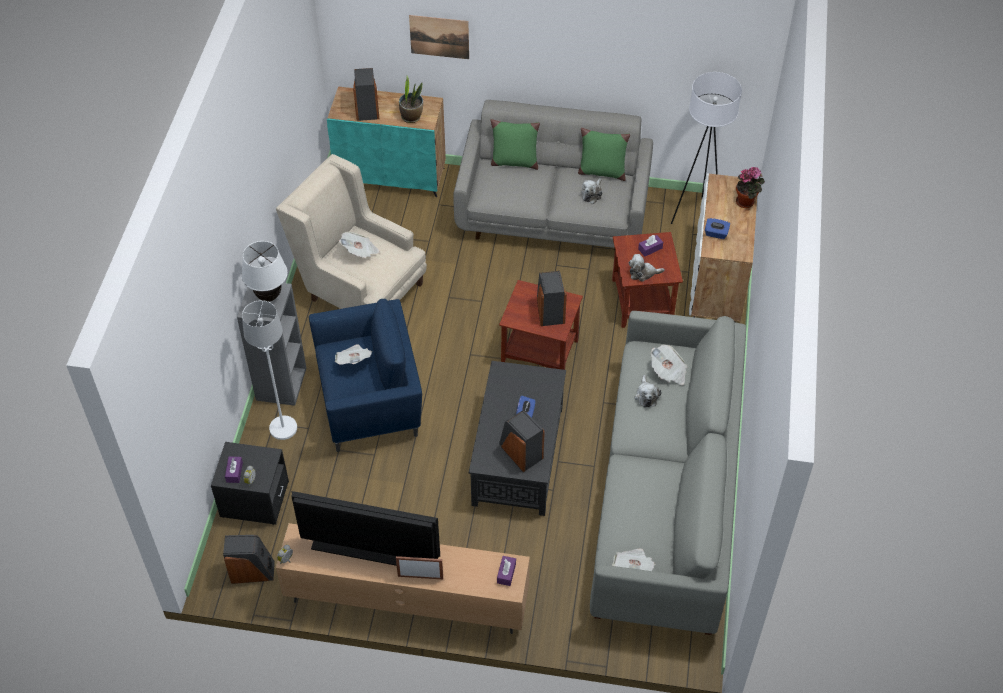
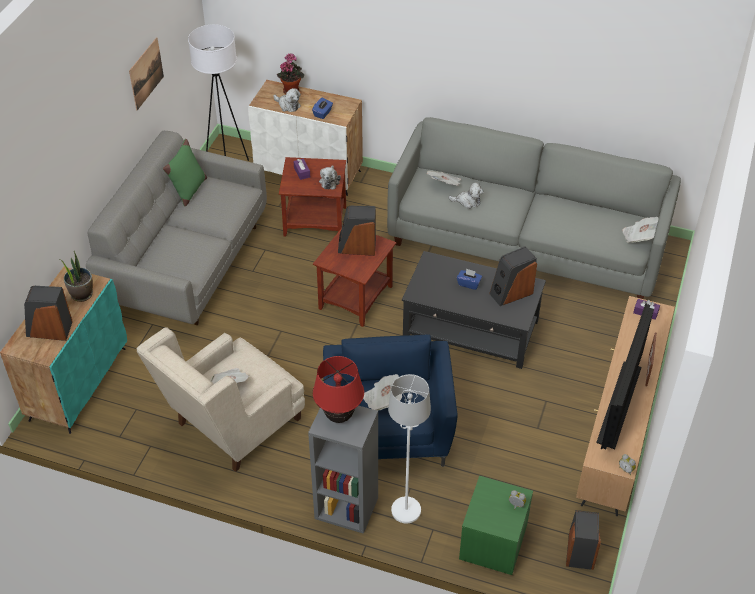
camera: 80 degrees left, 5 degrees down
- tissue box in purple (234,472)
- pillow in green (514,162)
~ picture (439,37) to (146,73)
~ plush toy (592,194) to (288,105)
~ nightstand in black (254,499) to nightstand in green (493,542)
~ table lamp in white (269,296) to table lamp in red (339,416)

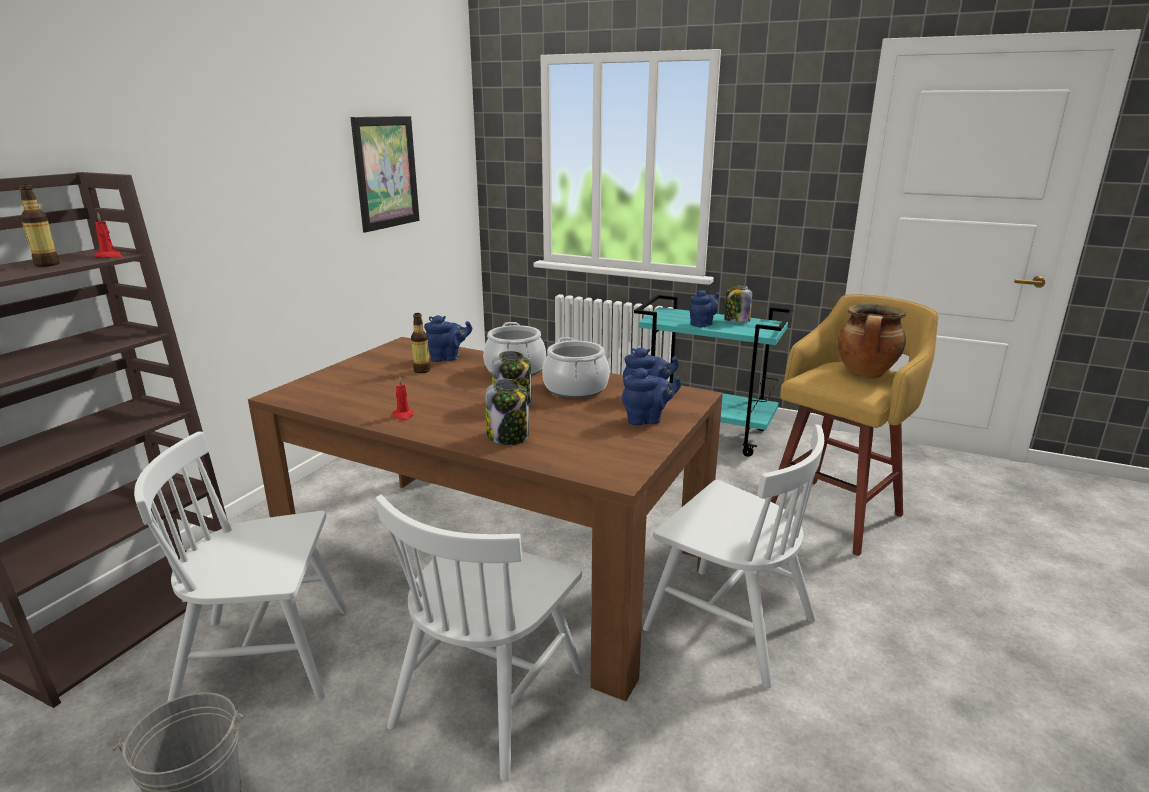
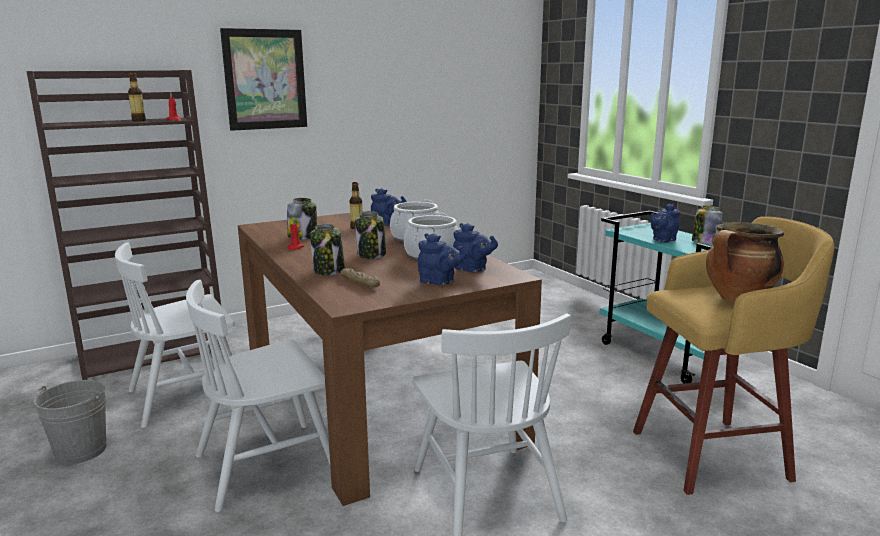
camera: 35 degrees right, 5 degrees down
+ jar (303,236)
+ bread (359,283)
~ picture (386,172) to (265,79)
~ chair in white (266,657) = (188,395) 60 degrees counterclockwise
~ teapot in blue (702,324) = (662,240) 150 degrees clockwise

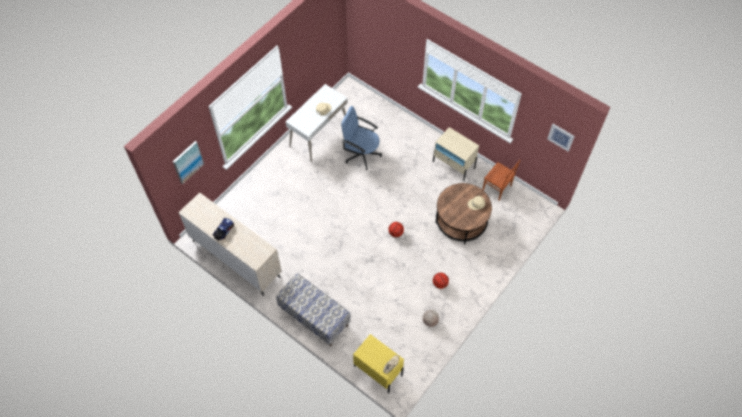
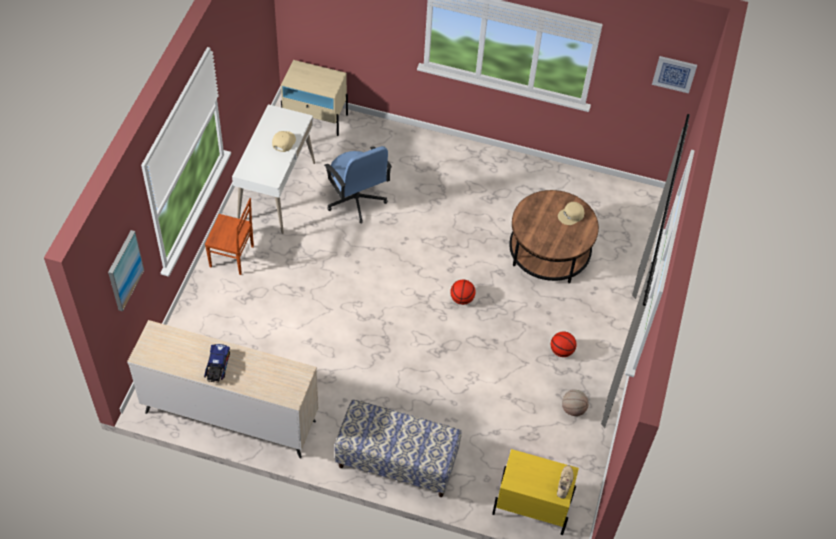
camera: 25 degrees left, 5 degrees down
~ nightstand in beige (454,165) to (315,118)
~ chair in brown (497,188) to (232,257)
~ office chair in blue (361,154) = (356,200) 120 degrees counterclockwise

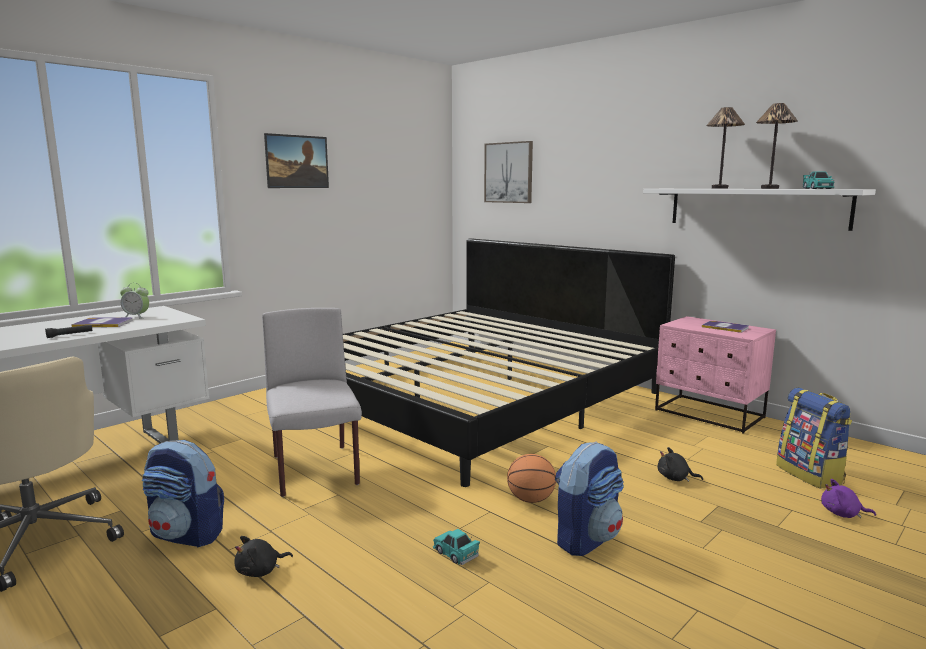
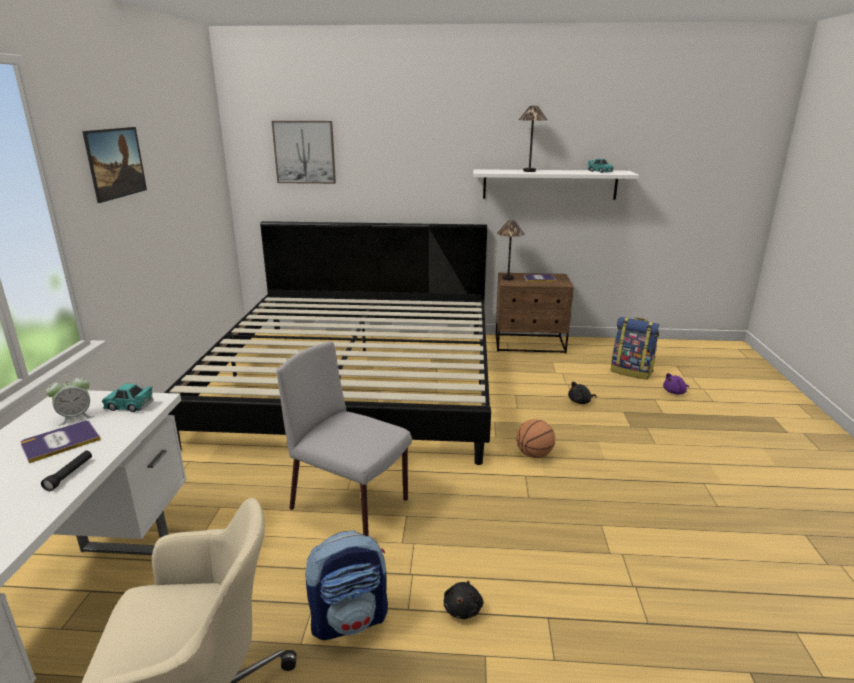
camera: 40 degrees left, 10 degrees up
- backpack (586,538)
~ toy car in turquoise (455,553) to (129,406)
~ table lamp (769,188) to (507,278)
~ nightstand in pink (709,414) to nightstand in brown (530,344)

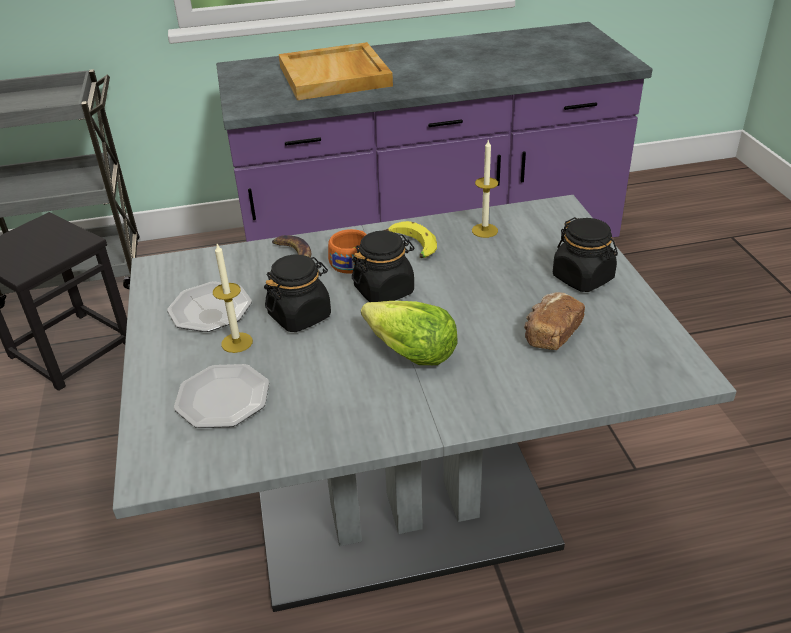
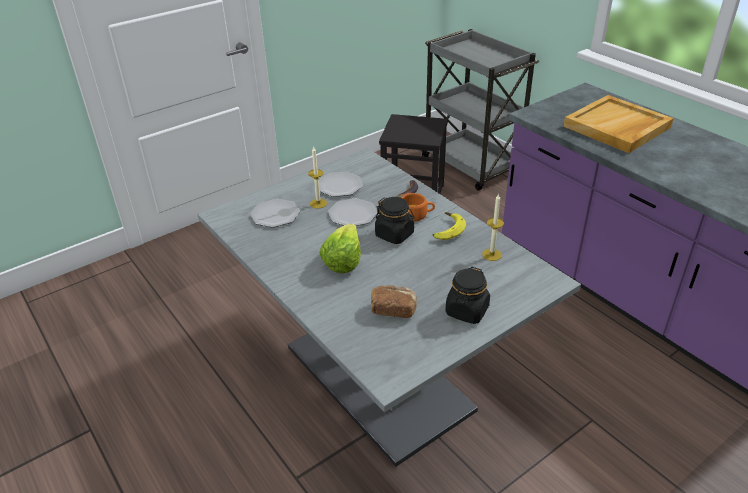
camera: 65 degrees right, 0 degrees up
~ jar in black (300,316) to plate (352,214)

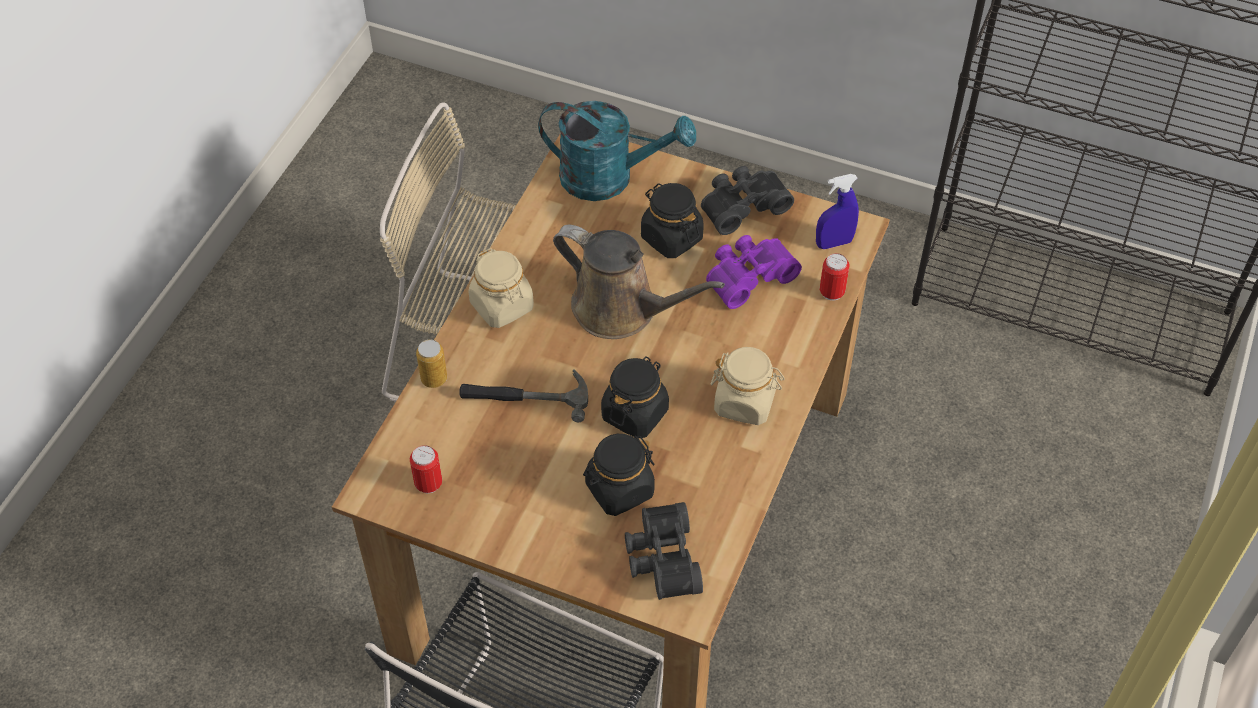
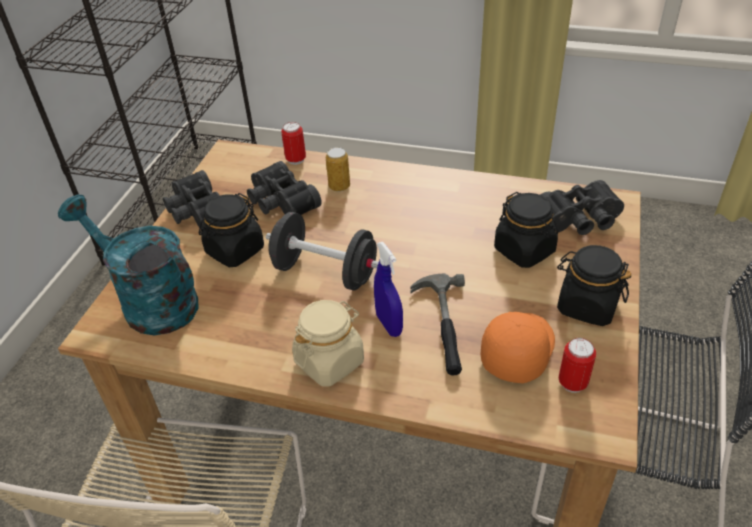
camera: 95 degrees left, 10 degrees down
- jar in beige (745,402)
+ cap in orange (517,350)
~ can (434,379) to (339,186)
~ jar in black (635,413) to (587,306)
~ spray bottle in blue (834,243) to (389,325)
~ watering can in brown (622,310) to dumbbell in black (325,272)
~ binoculars in purple (747,276) to binoculars in black (280,202)
~ watering can in turquoise (609,178) = (150,302) 60 degrees counterclockwise

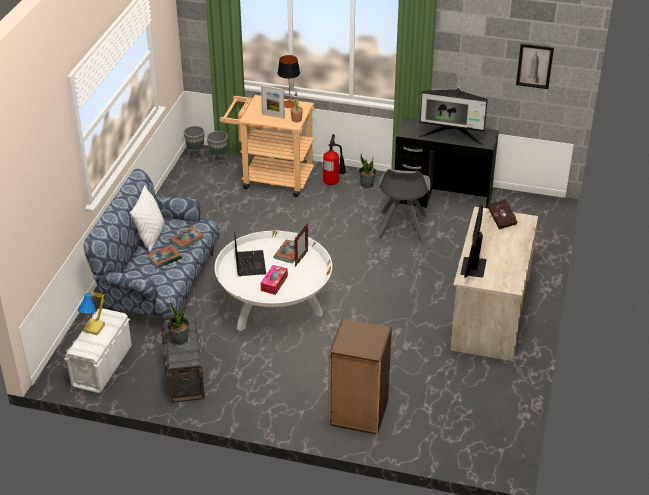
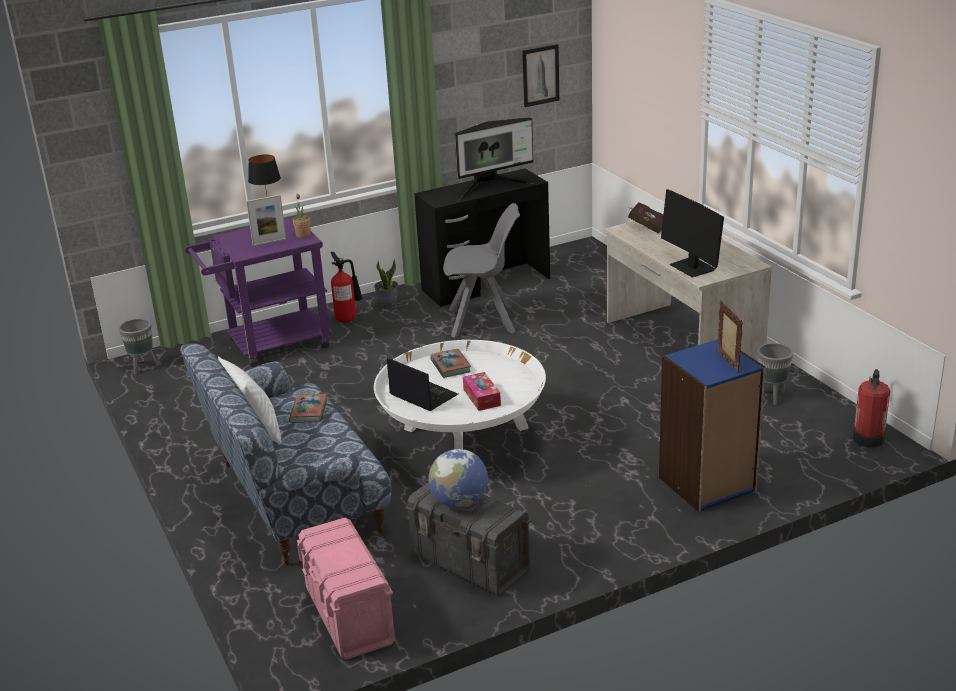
camera: 40 degrees left, 10 degrees down
- table lamp (95,328)
- book (164,258)
+ fire extinguisher (868,438)
~ planter in grey (219,163) to (772,396)
~ picture frame (301,259) to (727,363)
~ potted plant (179,339) to globe (459,503)
~ storage box in white (101,366) to storage box in pink (349,616)
~ cart in beige (271,178) to cart in purple (270,345)
~ bookcase in brown (358,413) to bookcase in blue (707,484)
~ chair in grey (402,227) = (484,321) 60 degrees counterclockwise

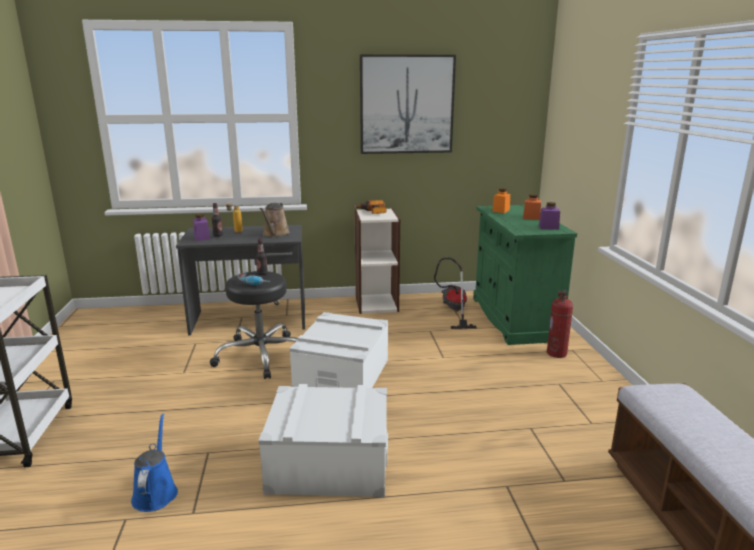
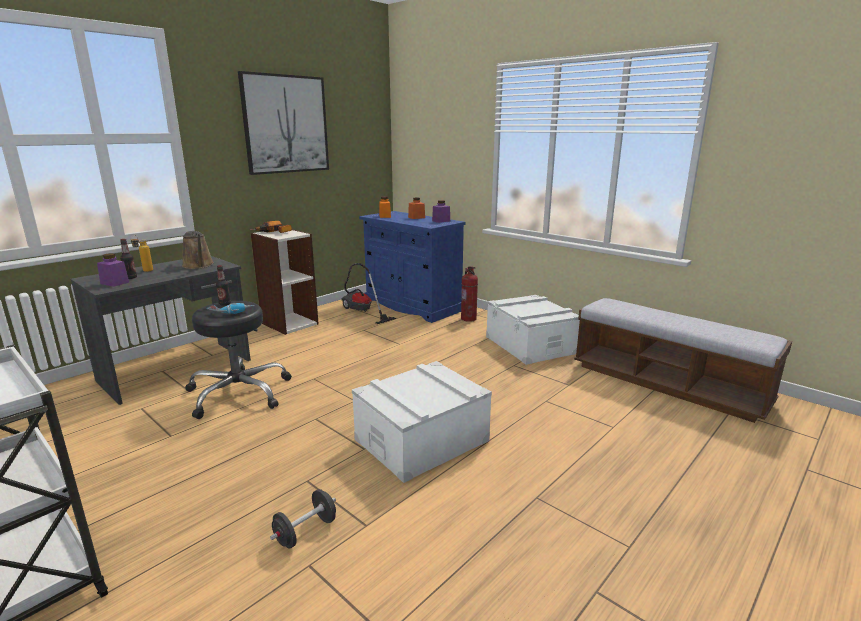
camera: 40 degrees left, 0 degrees up
~ storage box in white (342,375) to (530,345)
~ watering can in blue (156,492) to dumbbell in black (306,531)
~ cabinet in green (513,318) to cabinet in blue (412,305)

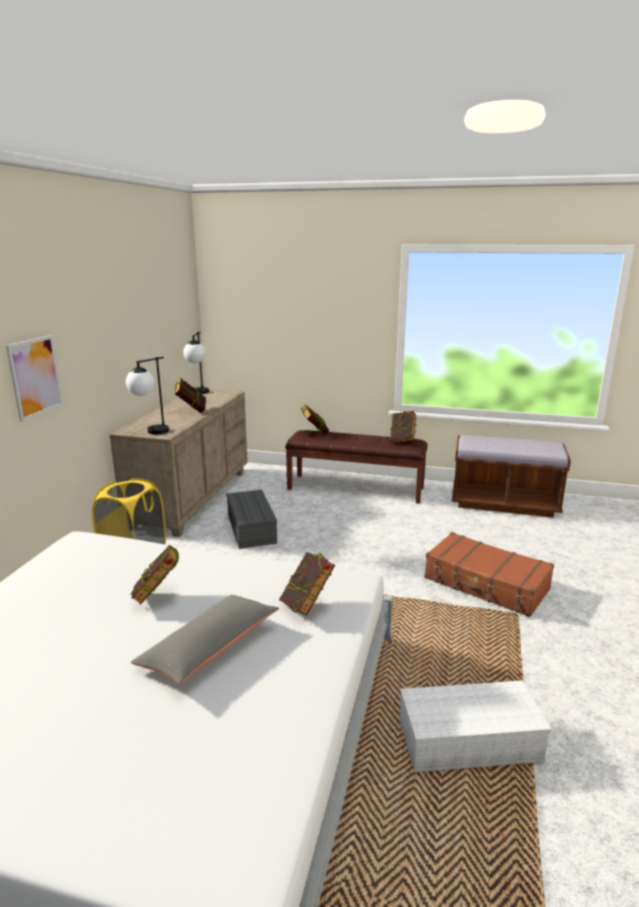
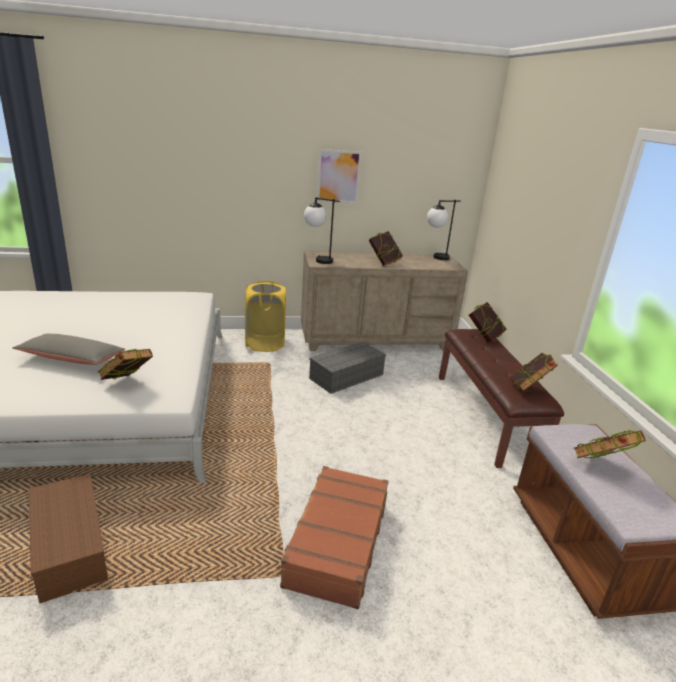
camera: 65 degrees right, 5 degrees up
~ picture (35,377) to (338,176)
~ book (158,597) to (601,466)
~ storage box in white (470,740) to storage box in brown (71,548)

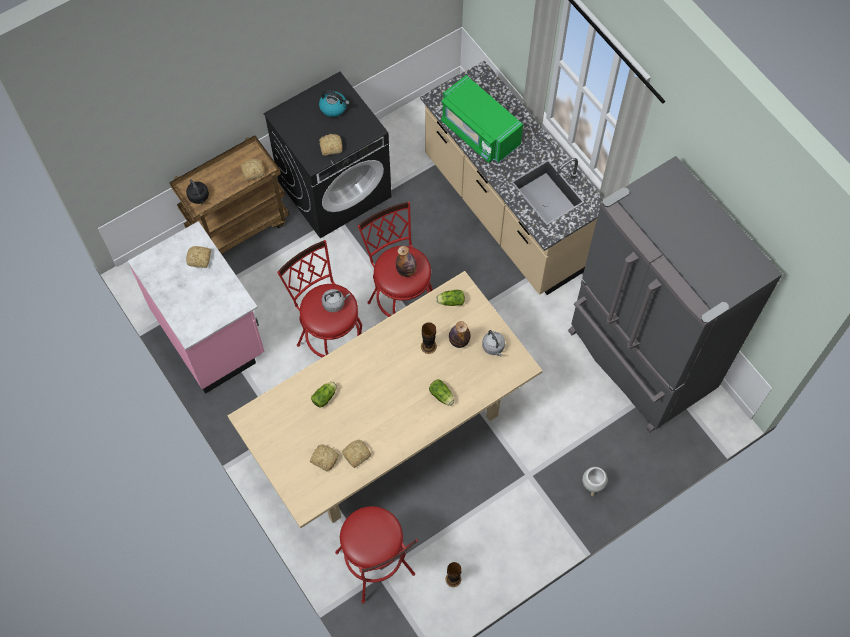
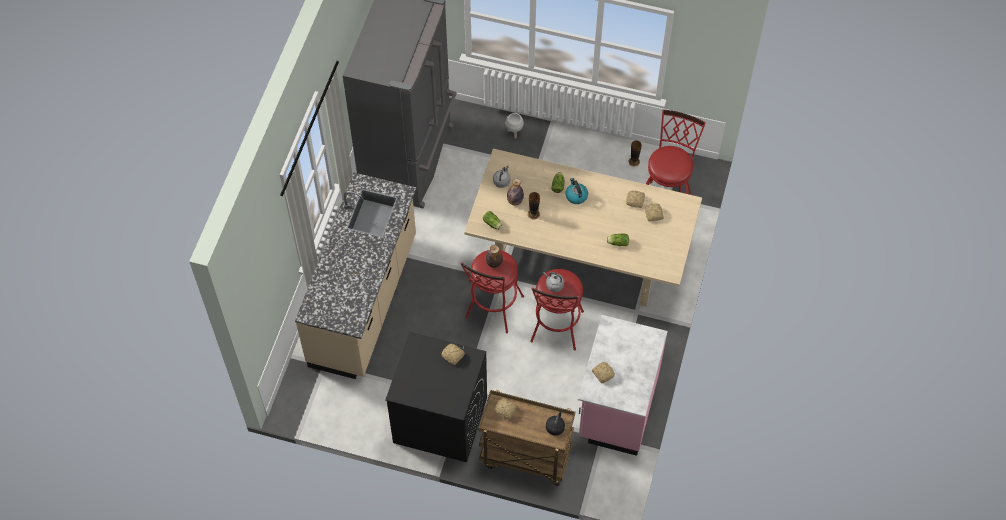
camera: 130 degrees left, 5 degrees down
- microwave in green (479,132)
~ kettle (334,107) to (576,196)

